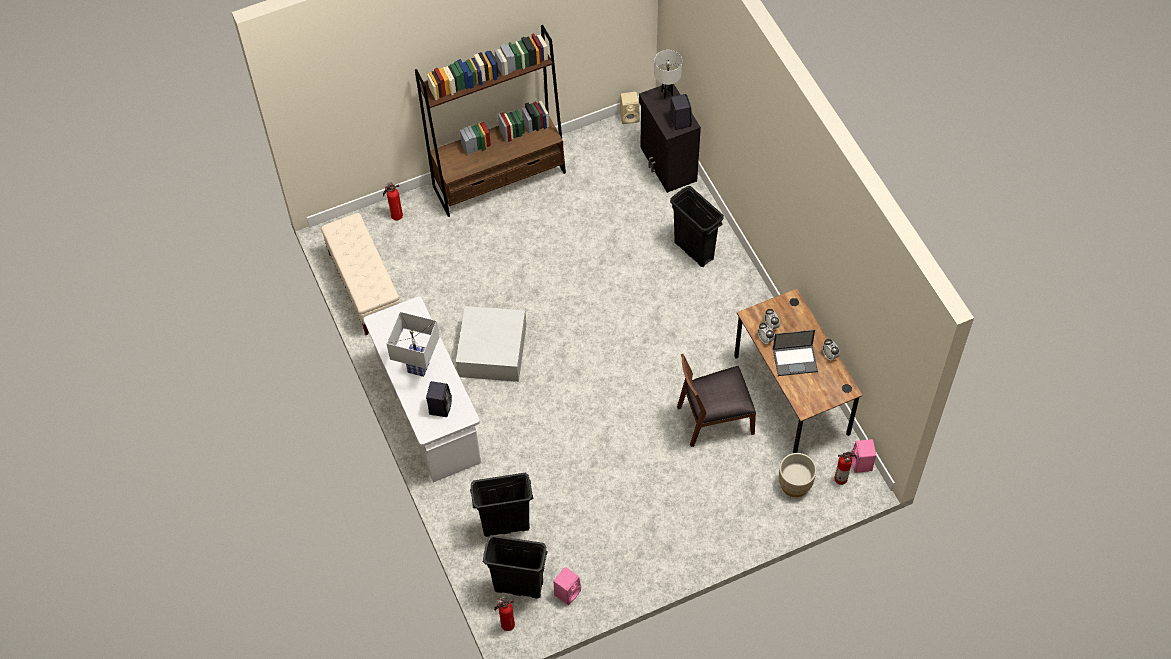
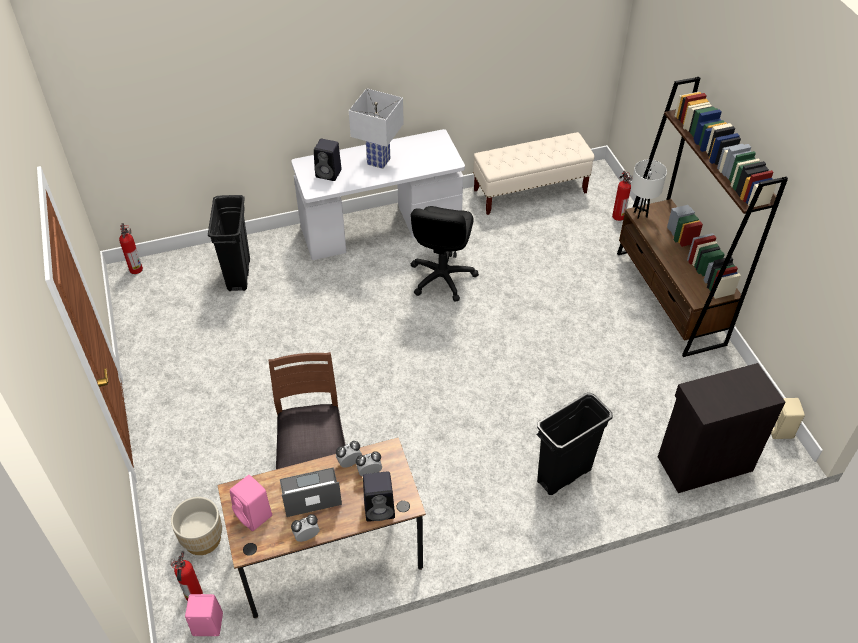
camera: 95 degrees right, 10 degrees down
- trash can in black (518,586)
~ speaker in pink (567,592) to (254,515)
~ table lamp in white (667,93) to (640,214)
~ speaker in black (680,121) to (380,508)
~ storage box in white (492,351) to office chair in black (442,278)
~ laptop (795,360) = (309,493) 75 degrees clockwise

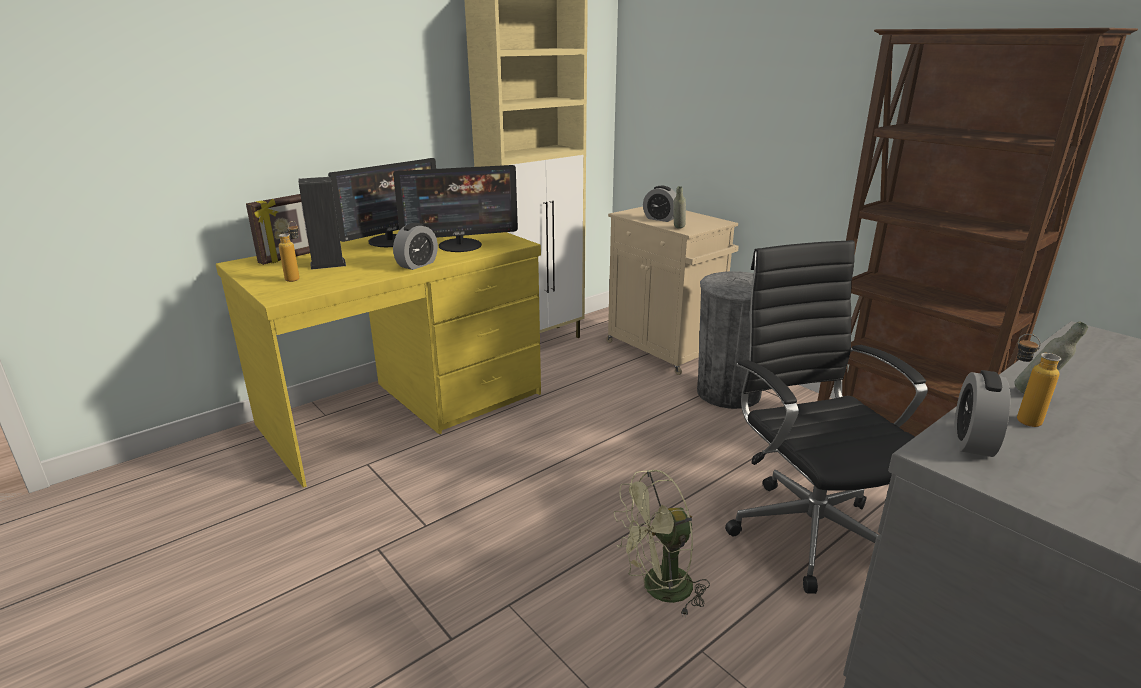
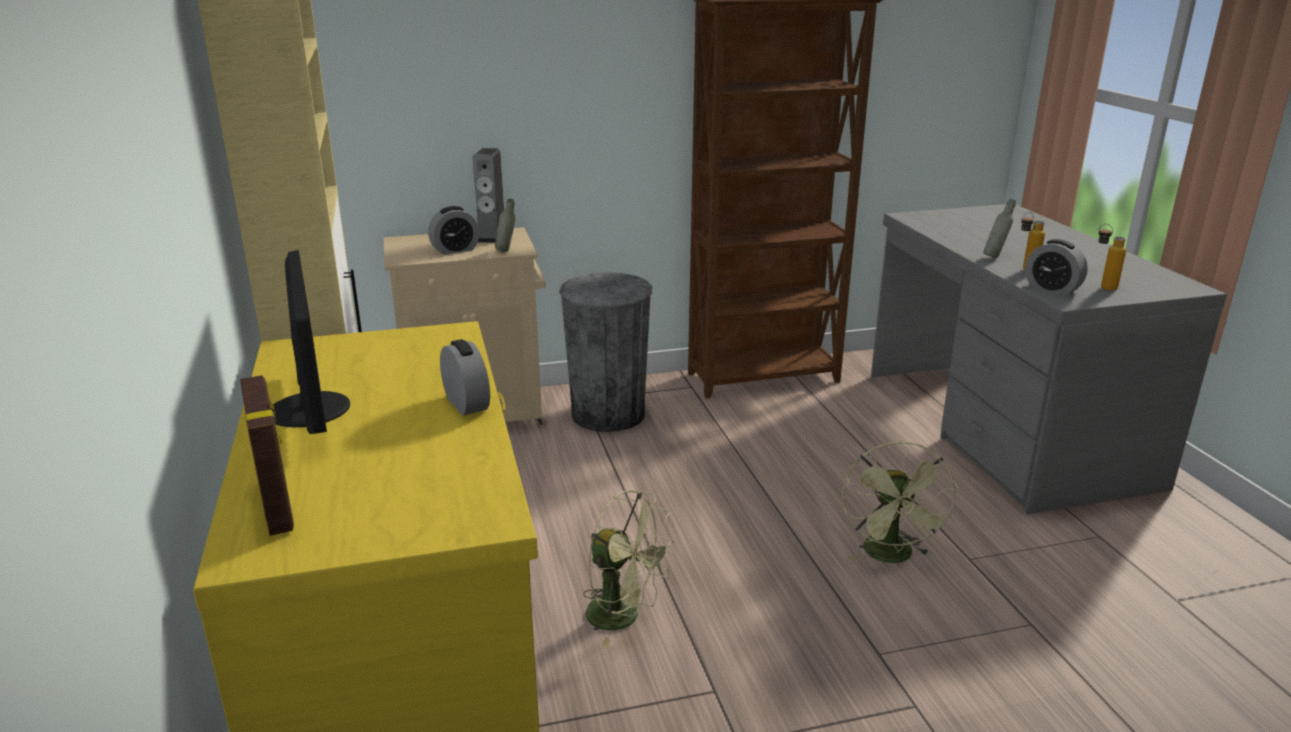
camera: 65 degrees left, 0 degrees up
- monitor (460,245)
- office chair in black (806,529)
+ fan in green (624,617)
~ bottle (296,278) to (1102,286)
~ speaker (328,264) to (492,237)

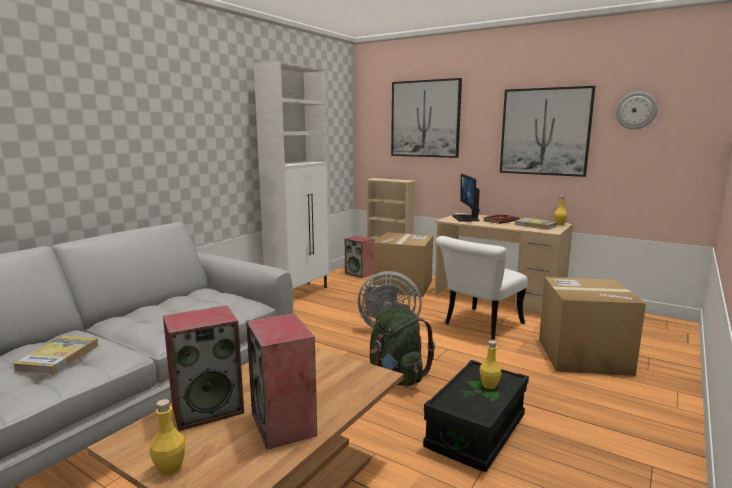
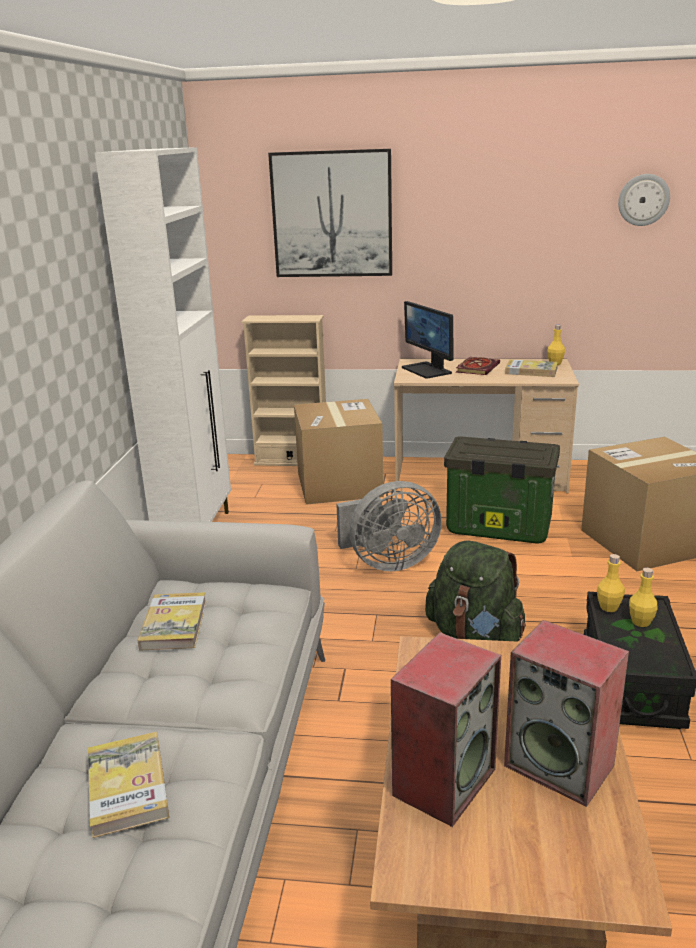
camera: 25 degrees left, 10 degrees up
- speaker (359,274)
- picture (545,132)
+ book (174,624)
~ bottle in yellow (170,468) to (608,607)
~ chair in white (479,326) to storage box (497,527)

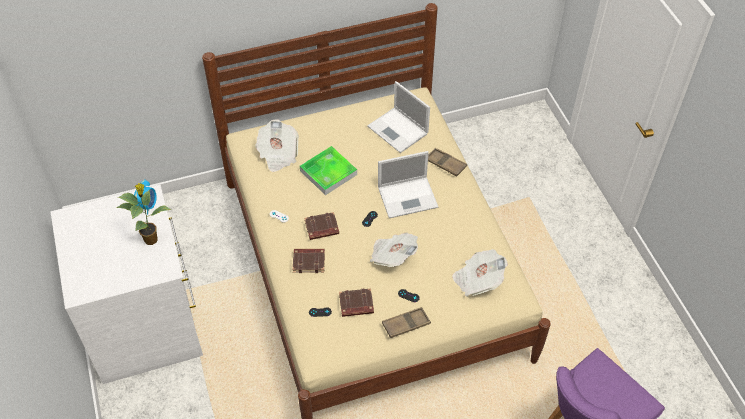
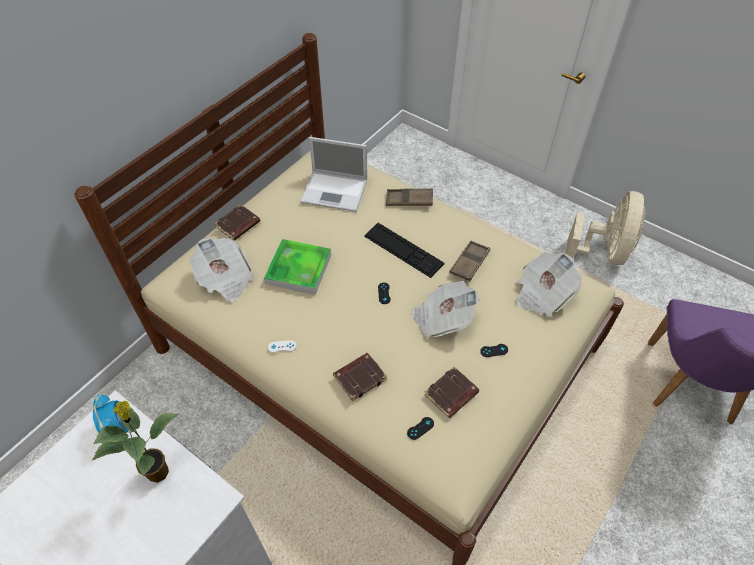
camera: 35 degrees left, 0 degrees up
+ fan in beige (603,252)
~ book in brown (321,228) to (238,225)
~ tray in brown (406,324) to (469,263)
~ laptop (408,197) to keyboard (403,249)

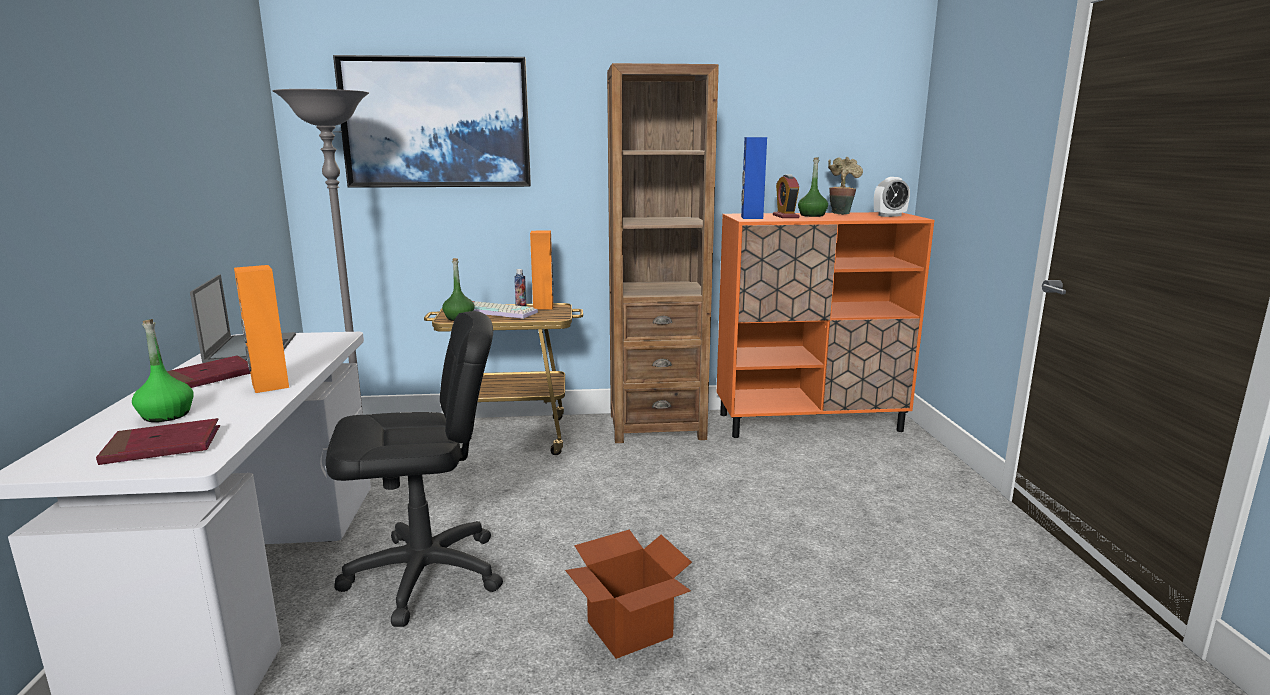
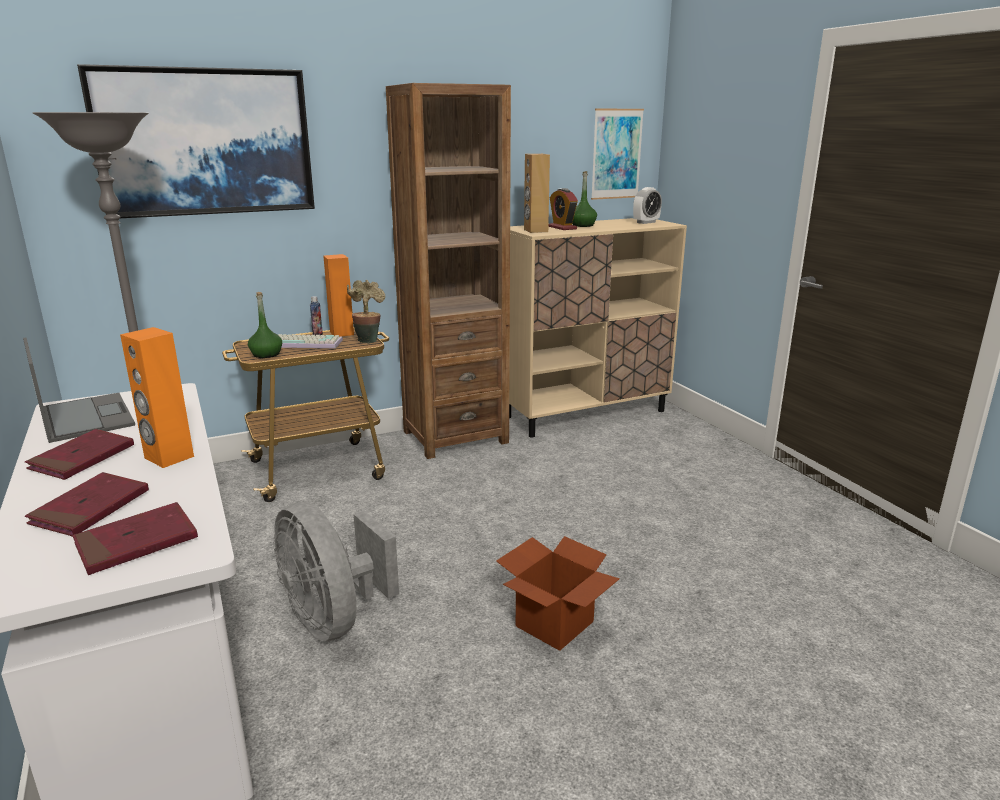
camera: 20 degrees left, 5 degrees up
+ picture (616,154)
~ potted plant (840,213) to (368,340)
~ bottle in green (166,415) to book in red (90,508)
~ office chair in black (425,575) to fan in grey (334,618)
~ cabinet in orange (810,422) to cabinet in beige (586,414)
~ speaker in blue (751,217) to speaker in brown (535,231)

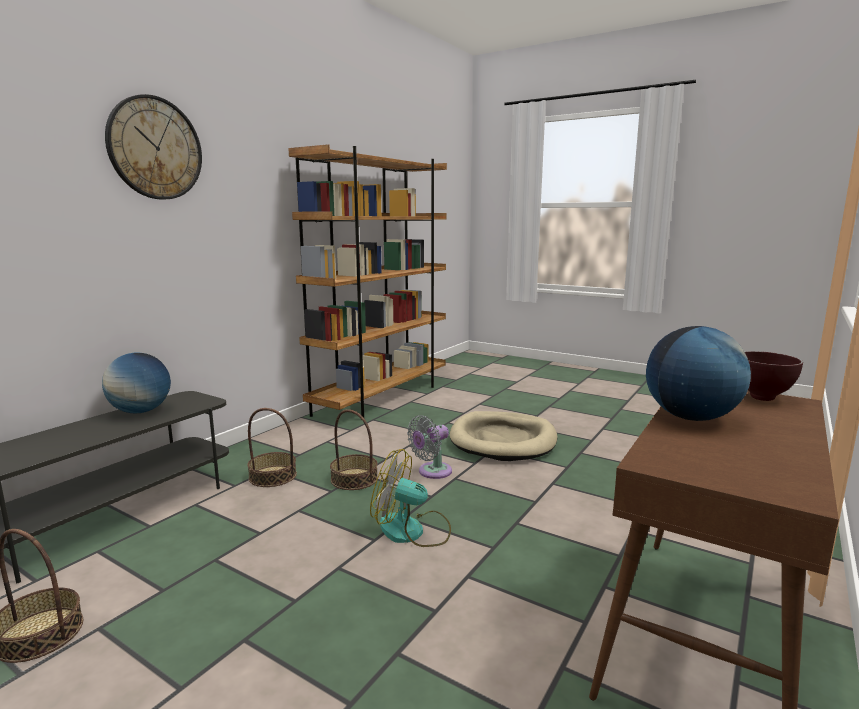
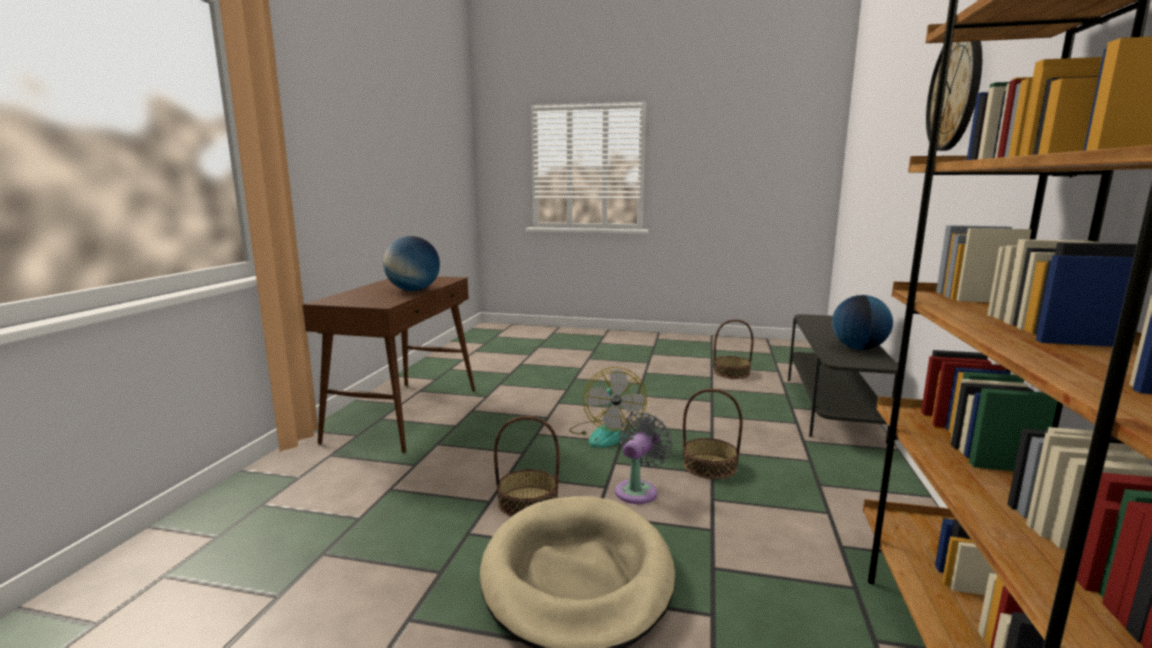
camera: 160 degrees right, 0 degrees up
- bowl in brown (762,398)
~ basket (273,476) to (527,502)
~ fan (412,531) = (605,433) 90 degrees clockwise

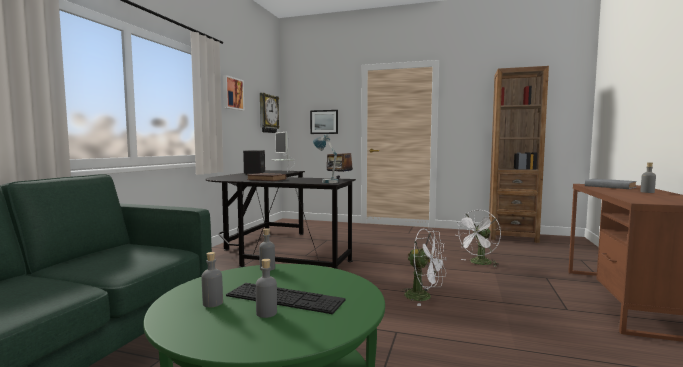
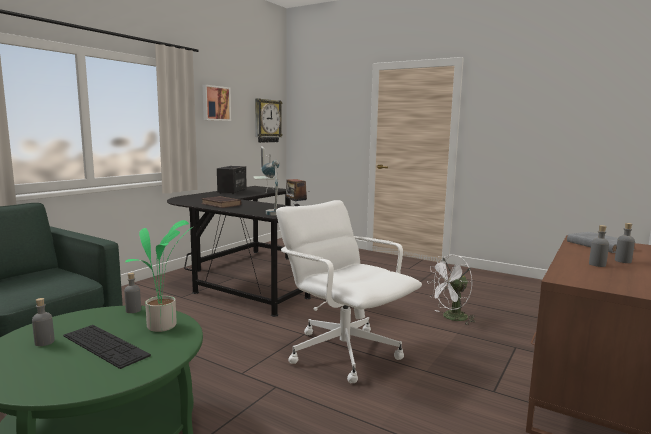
camera: 15 degrees right, 5 degrees up
- picture (324,122)
- bookcase in brown (512,236)
+ potted plant (163,326)
~ bottle in grey (266,313) to (597,264)
~ fan in white (424,297) to office chair in white (343,352)

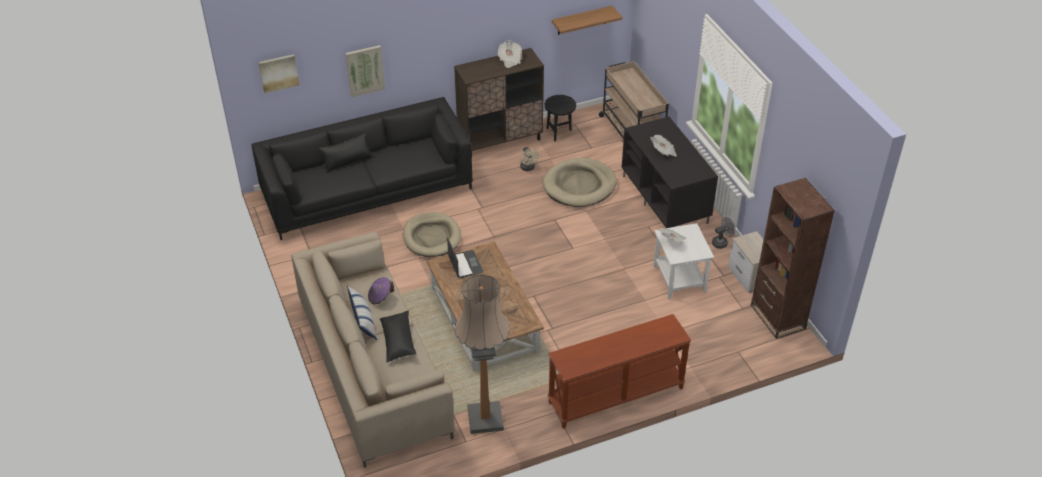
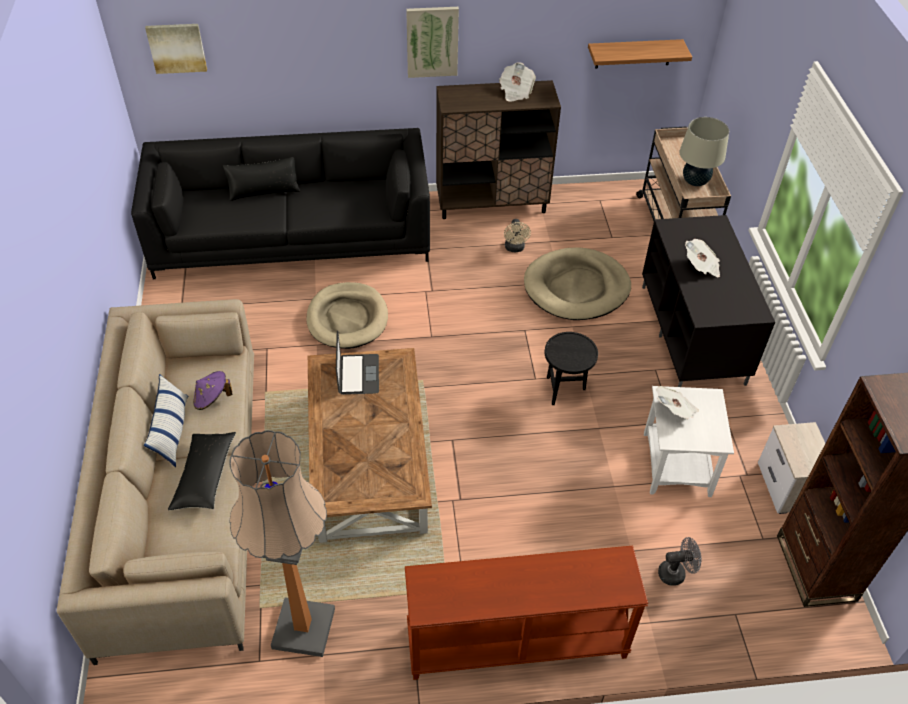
camera: 15 degrees right, 5 degrees up
+ table lamp in beige (695,181)
~ picture (365,70) to (432,41)
~ side table in black (559,132) to (565,390)
~ fan in grey (722,242) to (676,573)

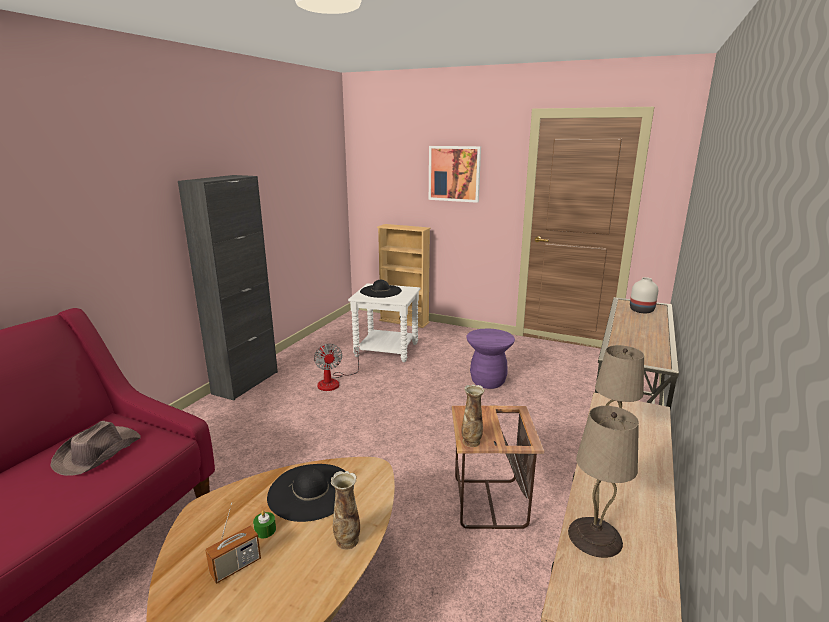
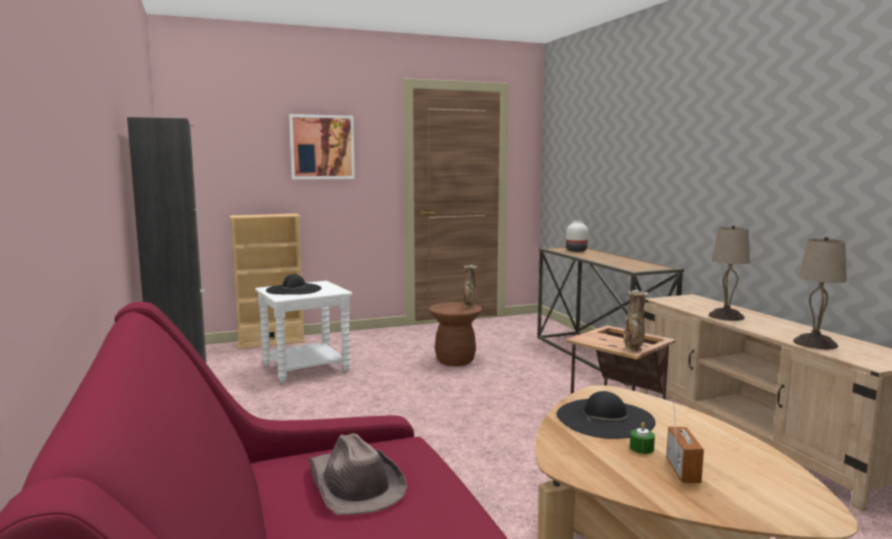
camera: 45 degrees left, 10 degrees down
- fan (334,382)
~ vase (347,541) to (469,306)
~ stool in purple (488,382) to stool in brown (455,361)

